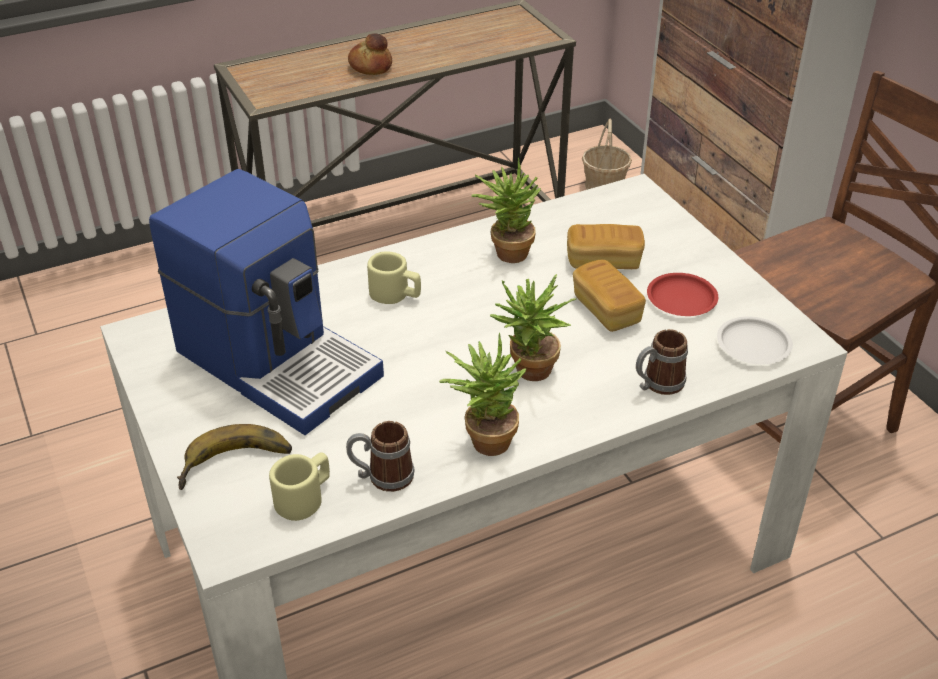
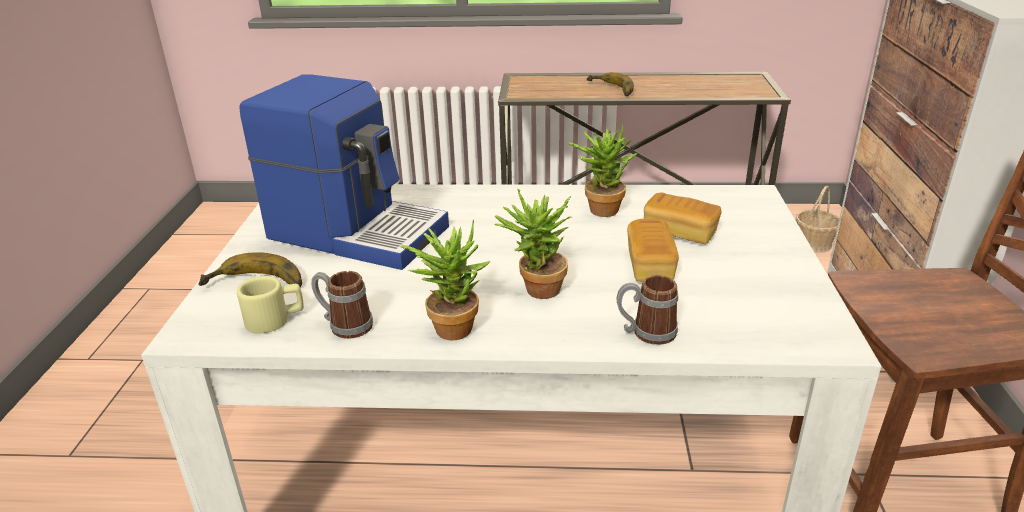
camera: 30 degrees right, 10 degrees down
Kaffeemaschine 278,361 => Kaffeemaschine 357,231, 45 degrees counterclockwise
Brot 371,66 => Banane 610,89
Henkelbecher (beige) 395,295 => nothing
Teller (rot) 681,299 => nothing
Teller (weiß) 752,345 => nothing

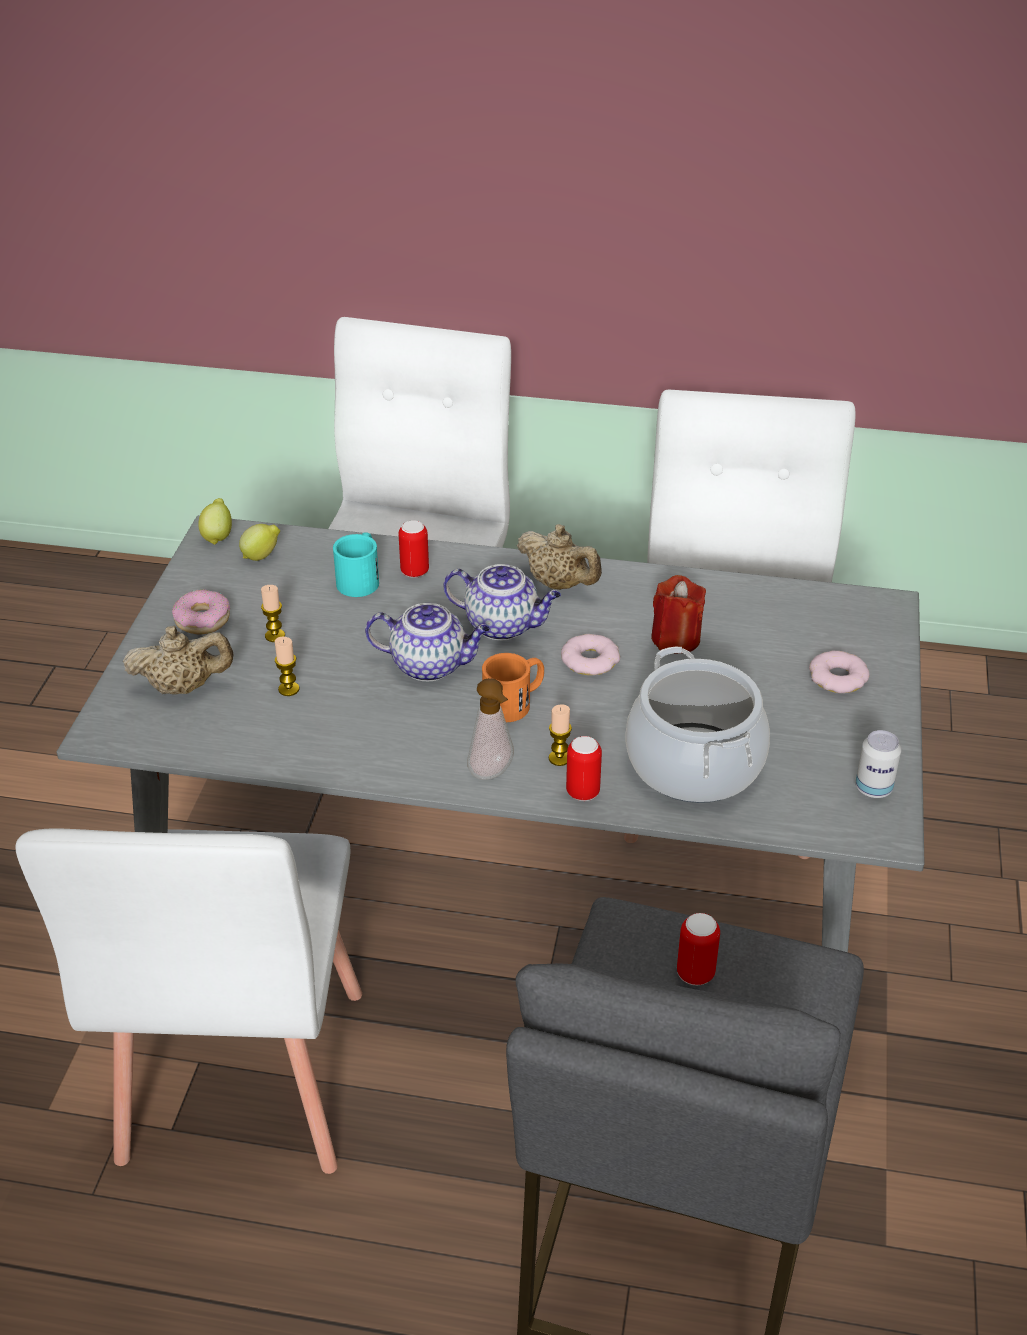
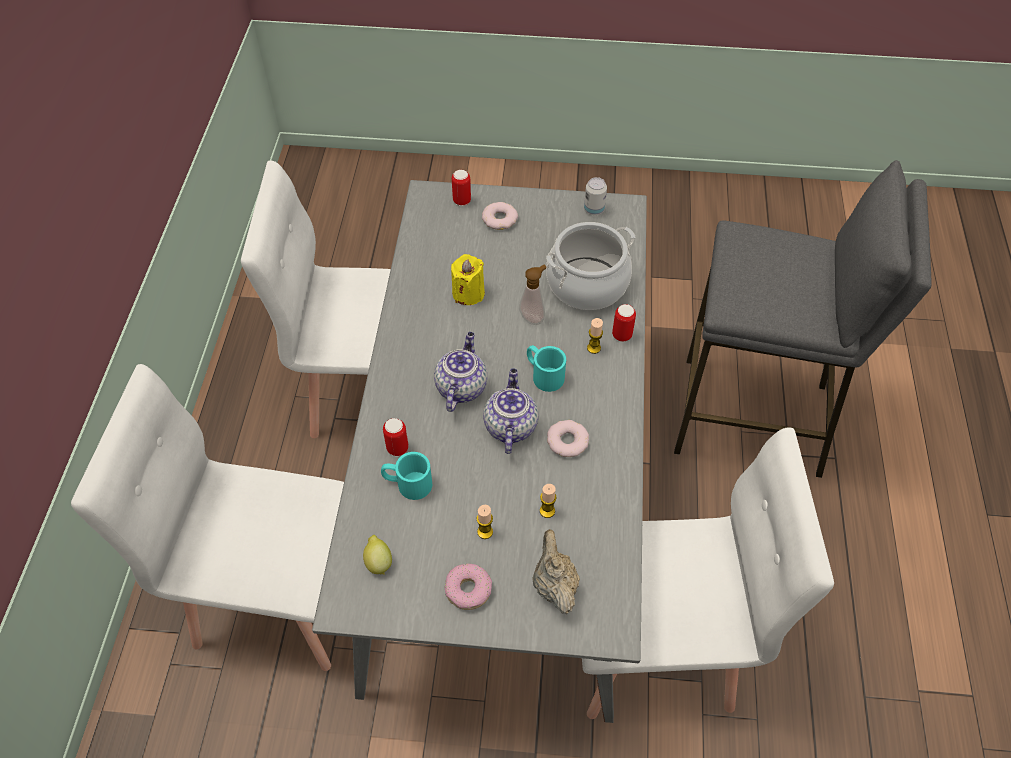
camera: 95 degrees left, 15 degrees up
Zitrone 218,536 => nothing
Seifenspender 493,774 => Seifenspender 533,317, moved
Henkelbecher (orange) 515,702 => Henkelbecher (türkis) 543,374
Teekanne (beige) 559,584 => nothing
Donut 590,660 => Donut 567,441, moved
Kerze (rot) 676,639 => Kerze (gelb) 468,293
Dose 695,973 => Dose 462,201, moved

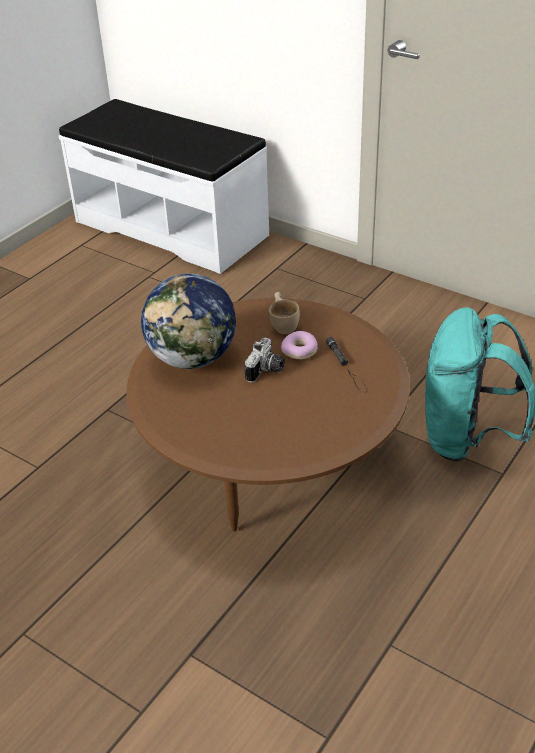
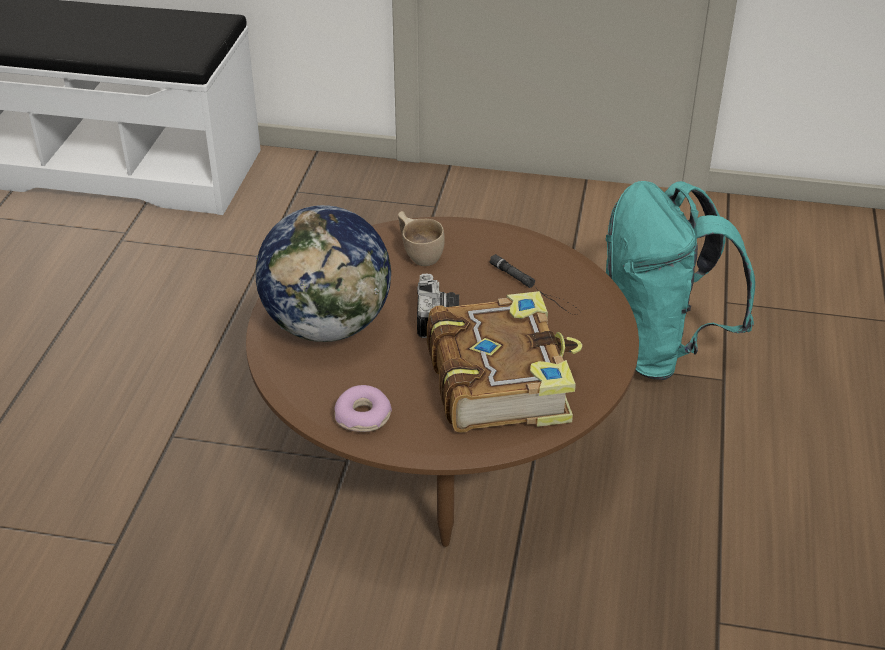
camera: 25 degrees left, 0 degrees up
Donut 300,351 => Donut 363,416, moved
nothing => Buch 500,380

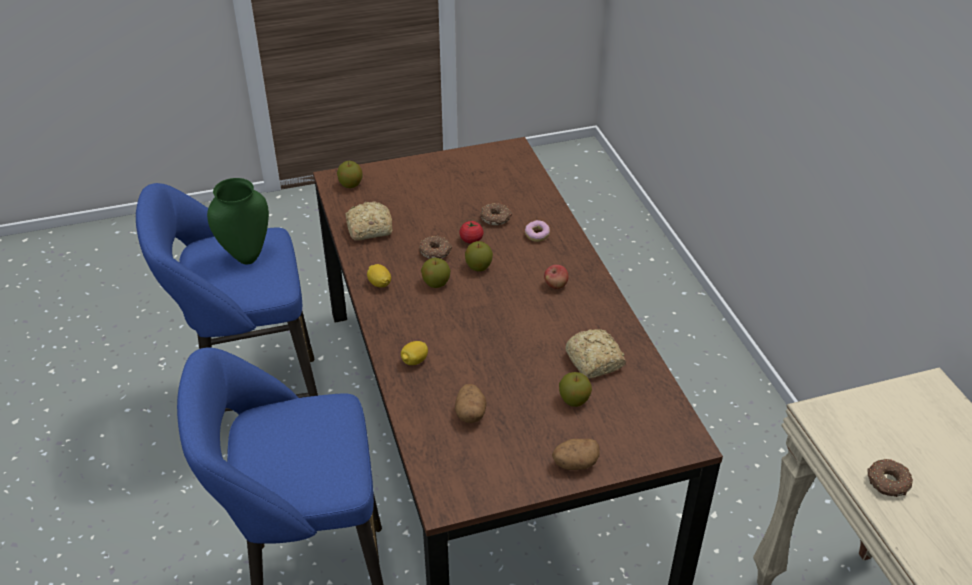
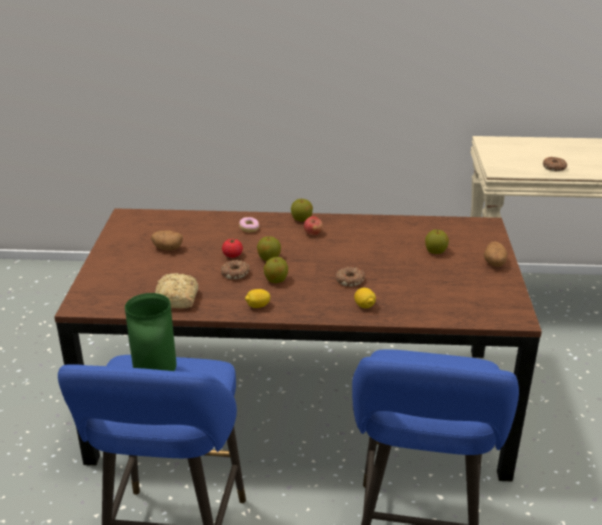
camera: 70 degrees left, 10 degrees down
Apfel 350,185 => Apfel 301,219, moved
Kartoffel 470,413 => Kartoffel 167,248, moved
Donut 496,218 => Donut 350,280, moved
Brot 594,362 => nothing

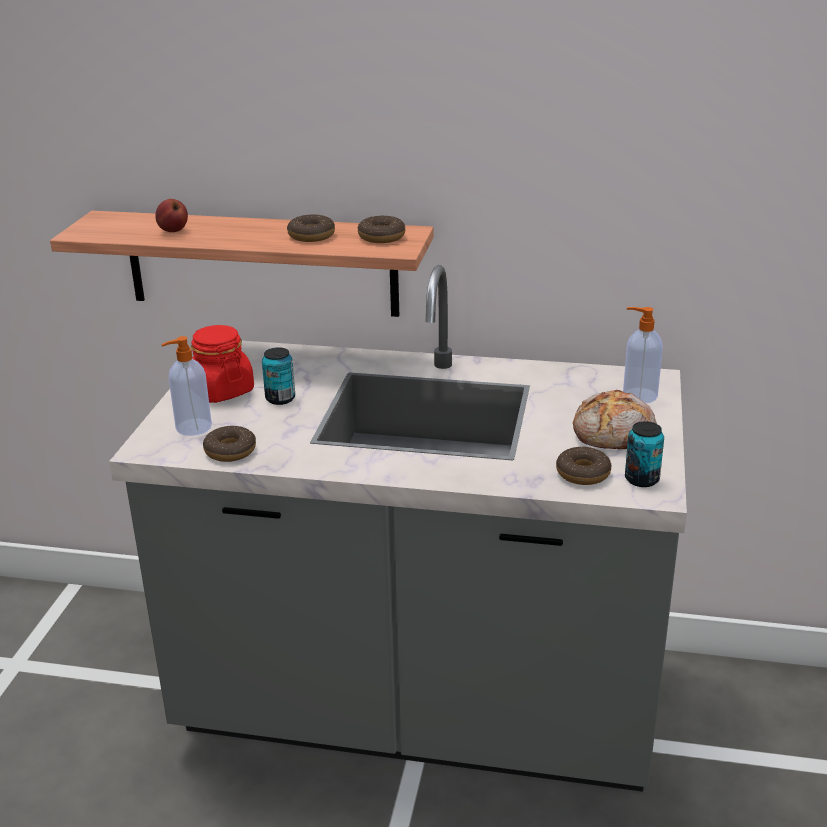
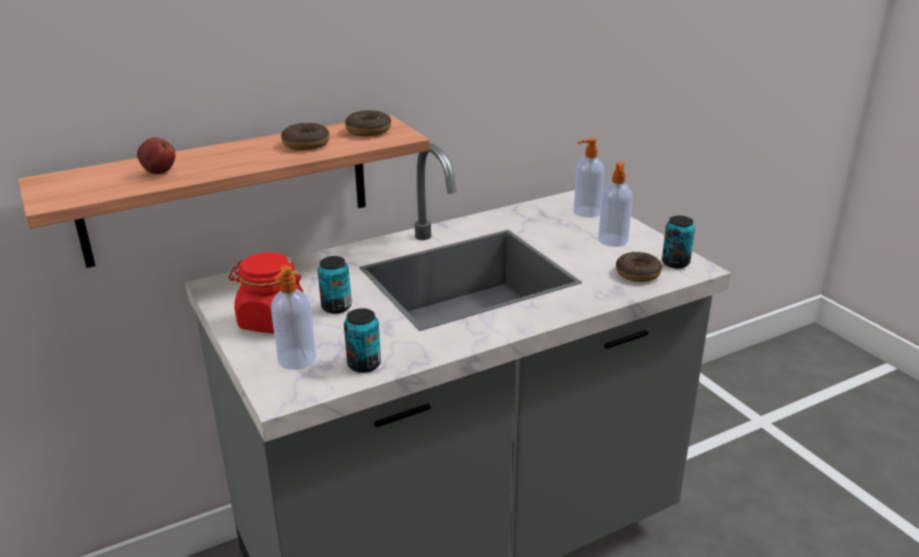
camera: 40 degrees left, 0 degrees up
Donut 230,451 => Dose 364,364
Brot 614,434 => Seifenspender 613,241

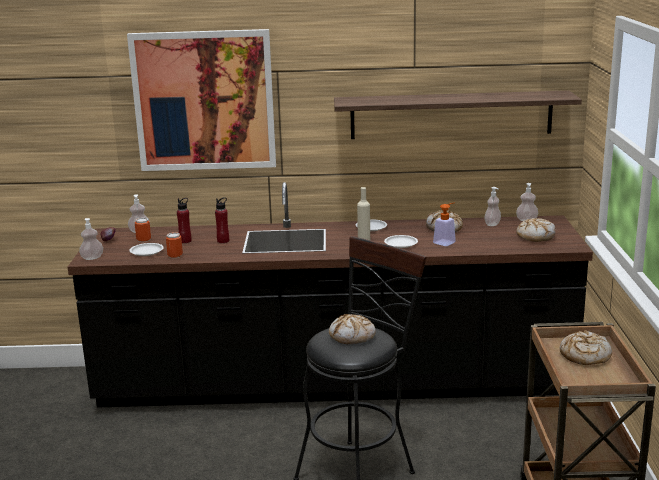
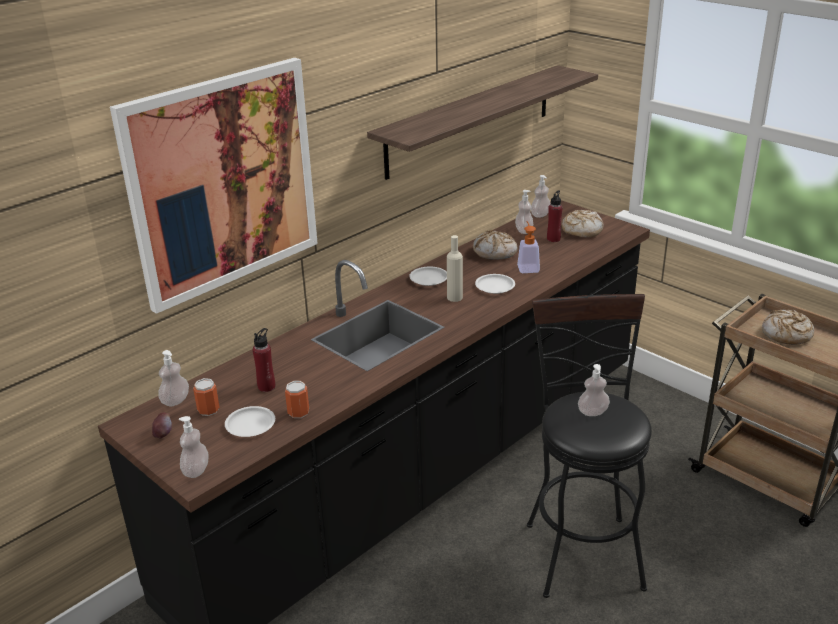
camera: 45 degrees left, 10 degrees up
Flasche (rot) 223,241 => Flasche (rot) 553,239, moved
Brot 352,336 => Seifenspender 592,412

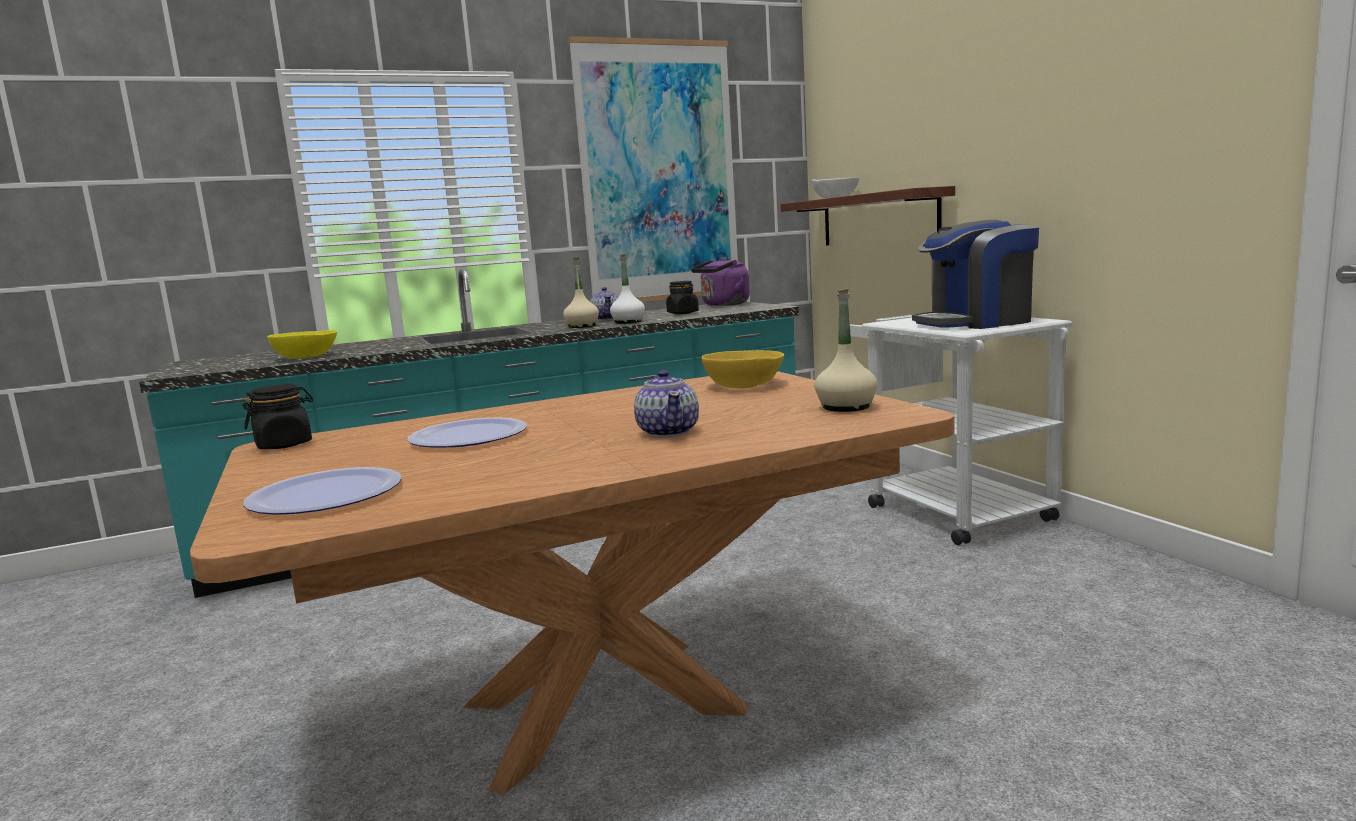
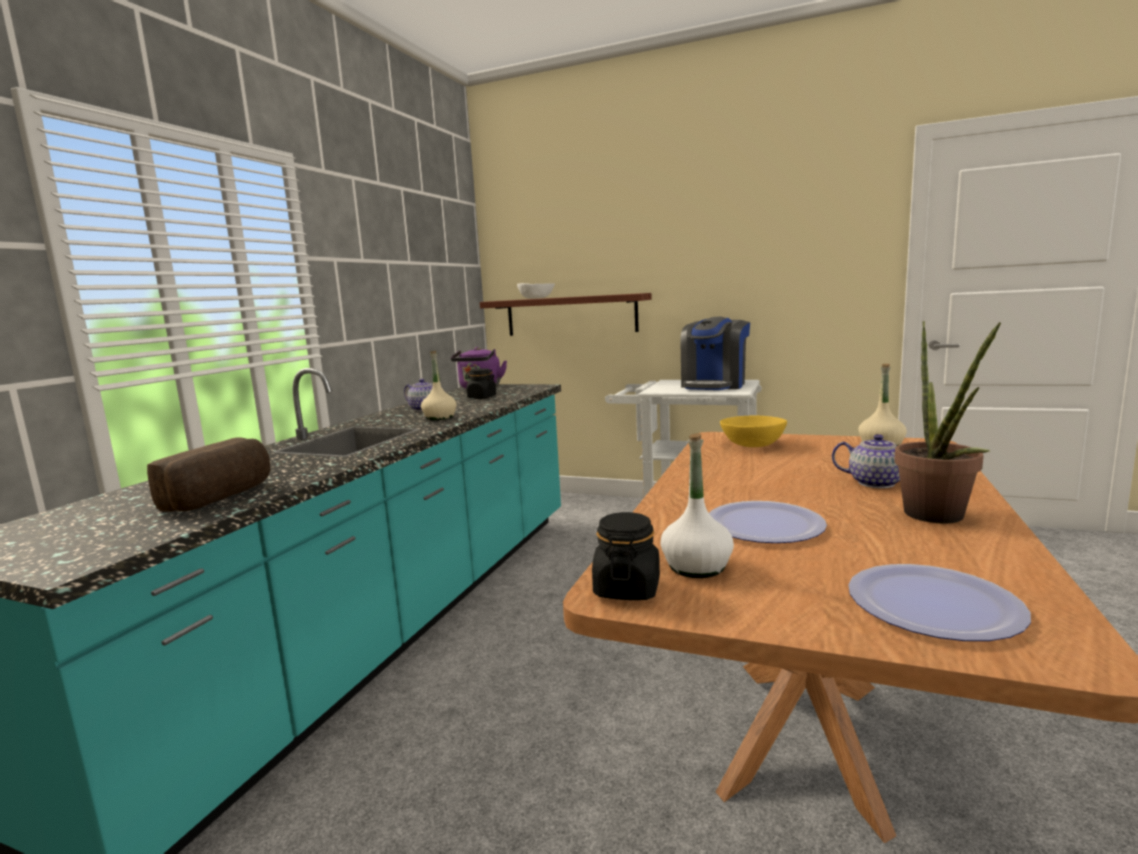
camera: 45 degrees left, 0 degrees up
Schüssel (gelb) 306,357 => Brot 222,497
Bild 658,173 => nothing
Flasche (weiß) 628,322 => Flasche (weiß) 696,567, moved
nothing => Topfpflanze 938,518

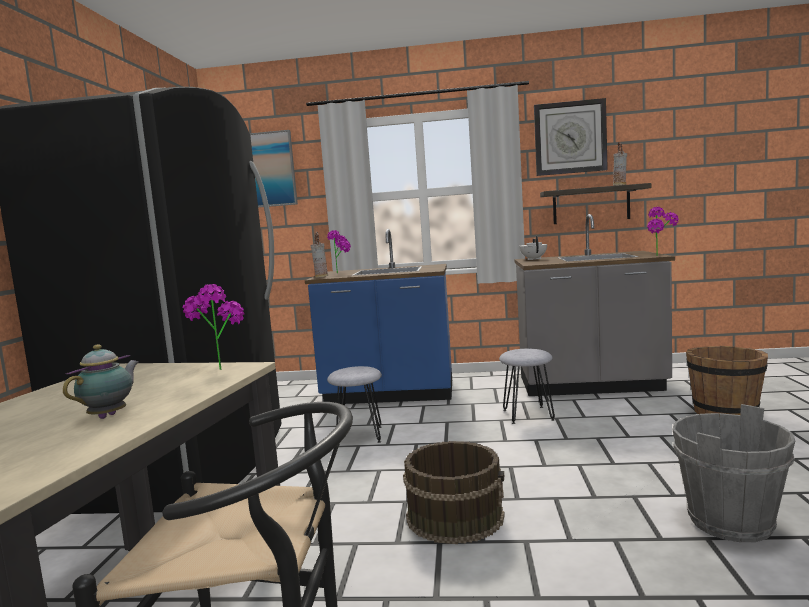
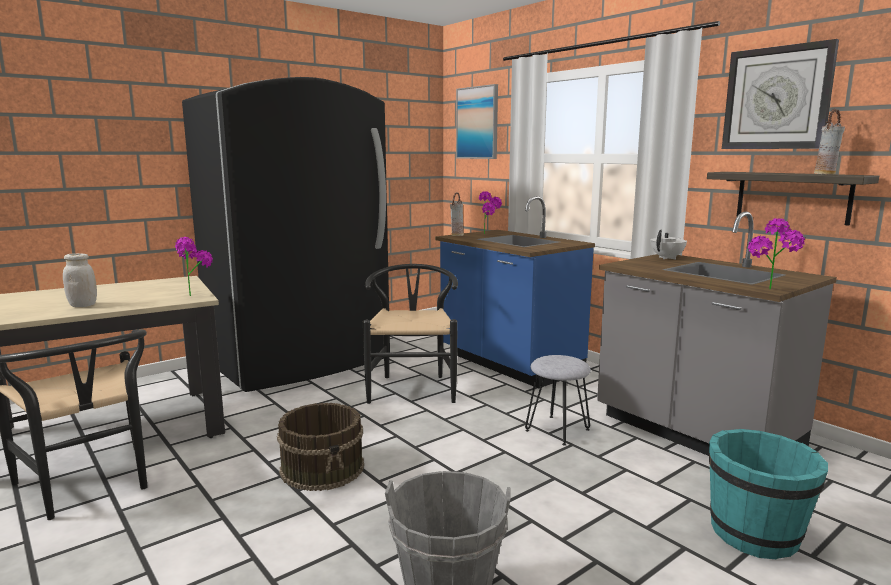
camera: 45 degrees right, 5 degrees up
Teekanne 110,415 => Vorratsglas (weiß) 83,305
Hocker (grau) 359,435 => Stuhl (schwarz) 412,386
Eimer (braun) 725,413 => Eimer (türkis) 755,534

